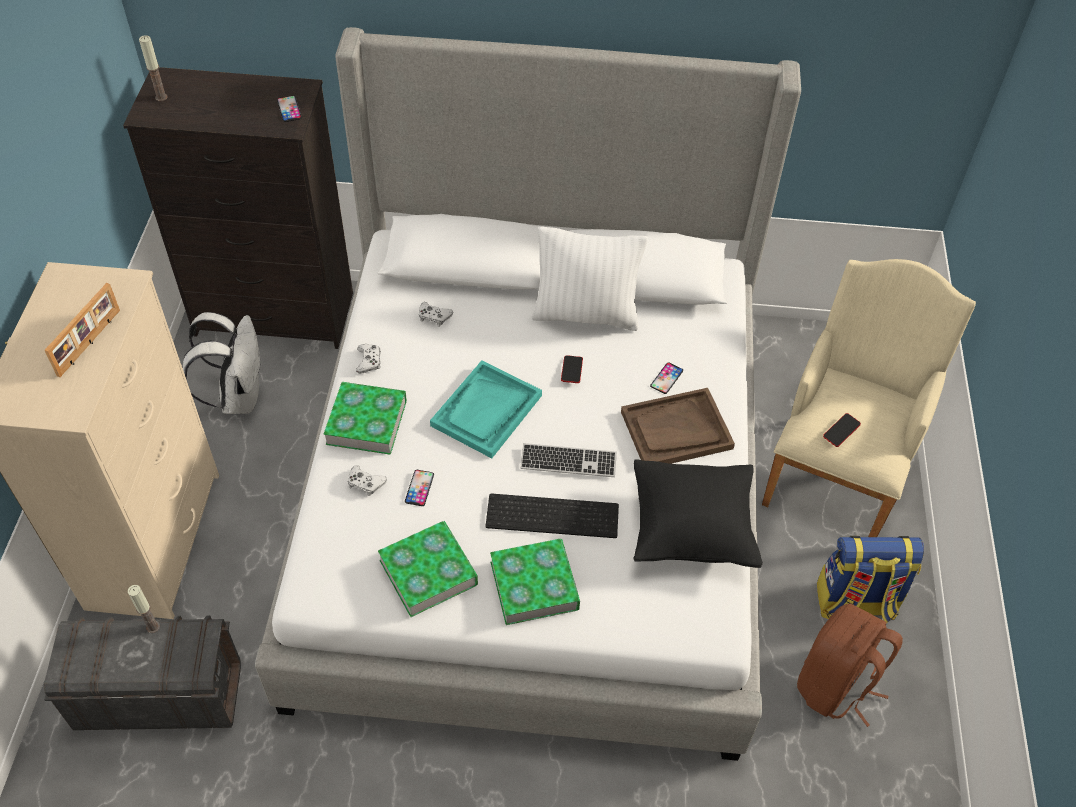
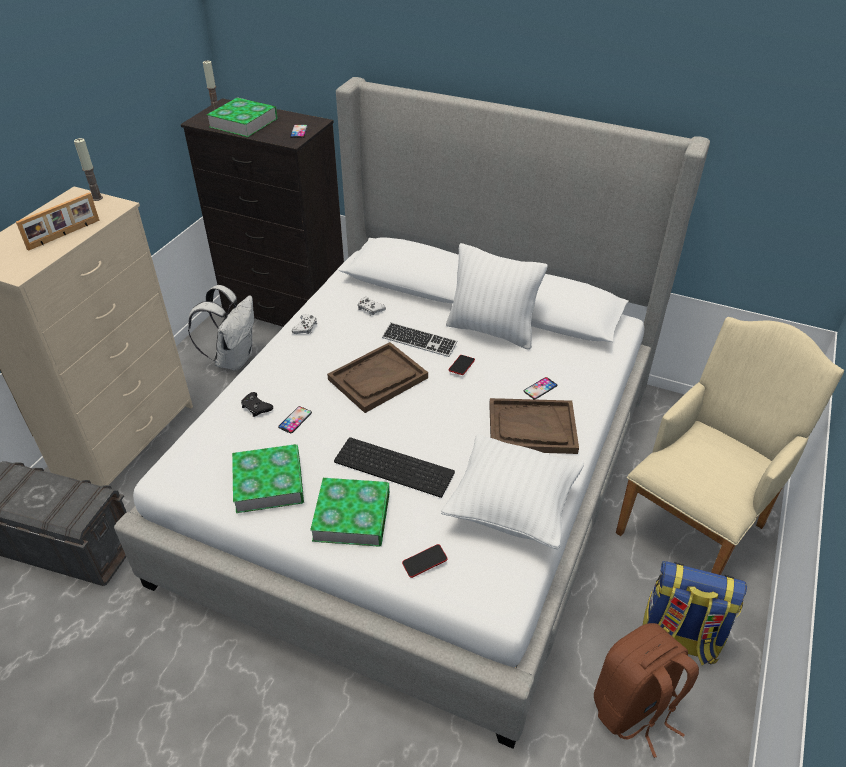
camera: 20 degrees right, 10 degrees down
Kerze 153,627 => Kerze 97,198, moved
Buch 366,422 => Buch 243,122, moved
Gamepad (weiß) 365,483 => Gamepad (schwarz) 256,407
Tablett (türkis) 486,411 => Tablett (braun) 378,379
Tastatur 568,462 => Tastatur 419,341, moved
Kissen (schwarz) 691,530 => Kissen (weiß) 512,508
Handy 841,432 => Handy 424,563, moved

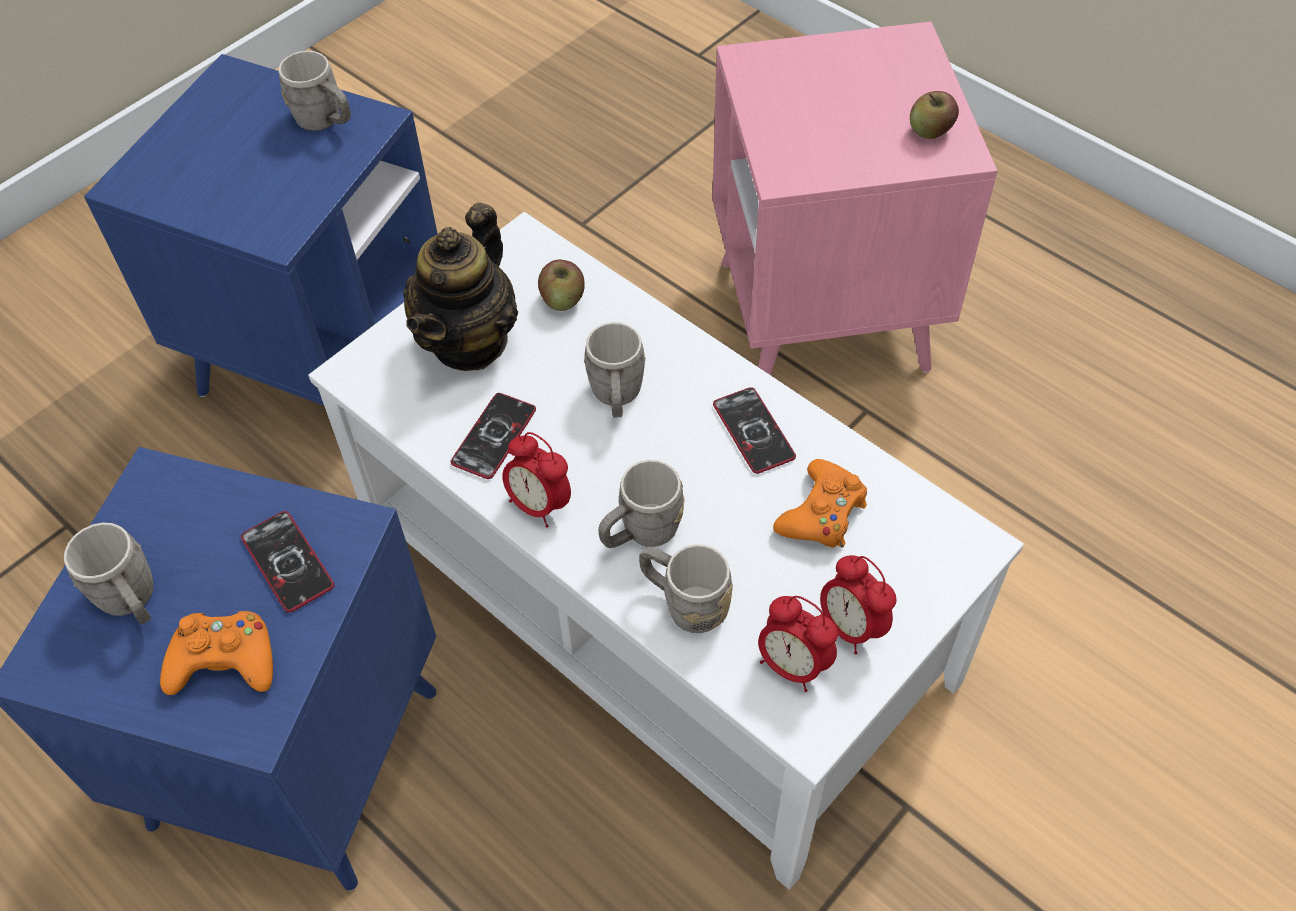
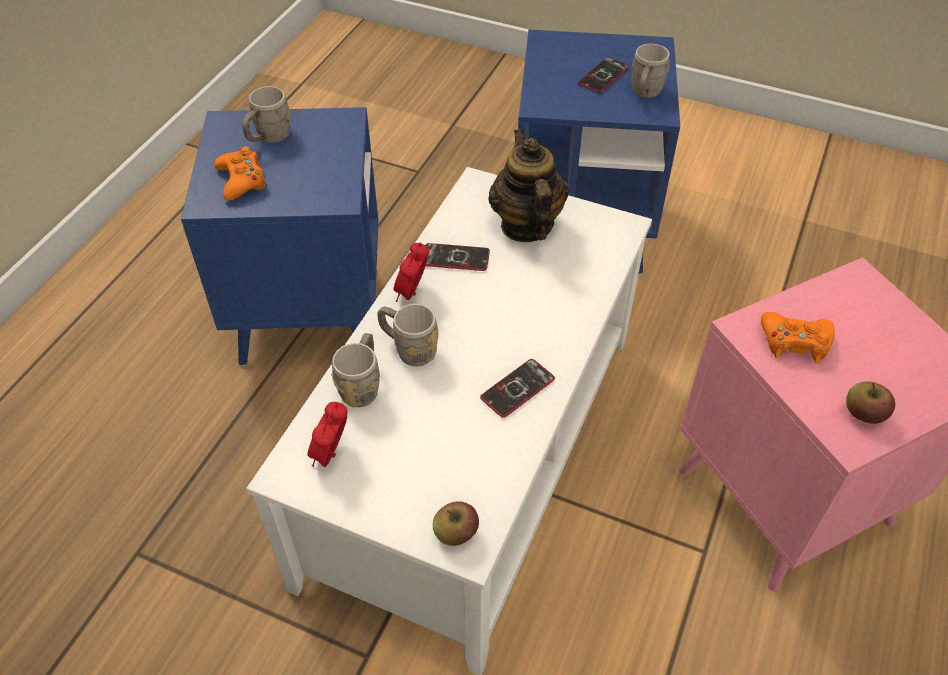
camera: 70 degrees right, 5 degrees down
Handy 287,562 => Handy 603,76, moved
Teekanne 470,340 => Teekanne 526,225, 75 degrees clockwise
Apfel 562,299 => Apfel 456,533, moved
Henkelbecher (grau) 616,398 => nothing
Gamepad (orange) 822,513 => Gamepad (orange) 795,342, moved
Wecker 851,626 => nothing

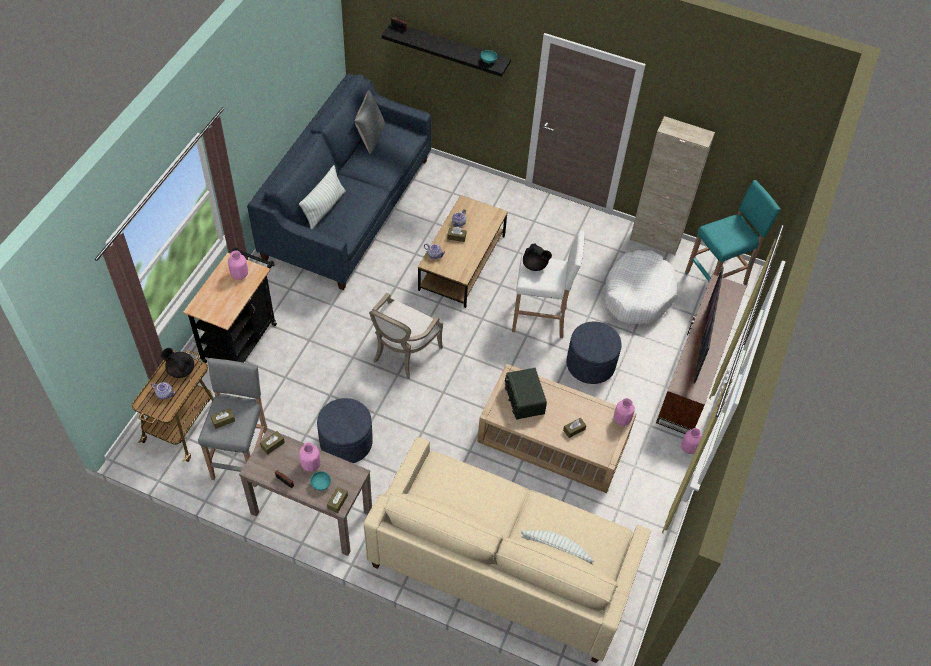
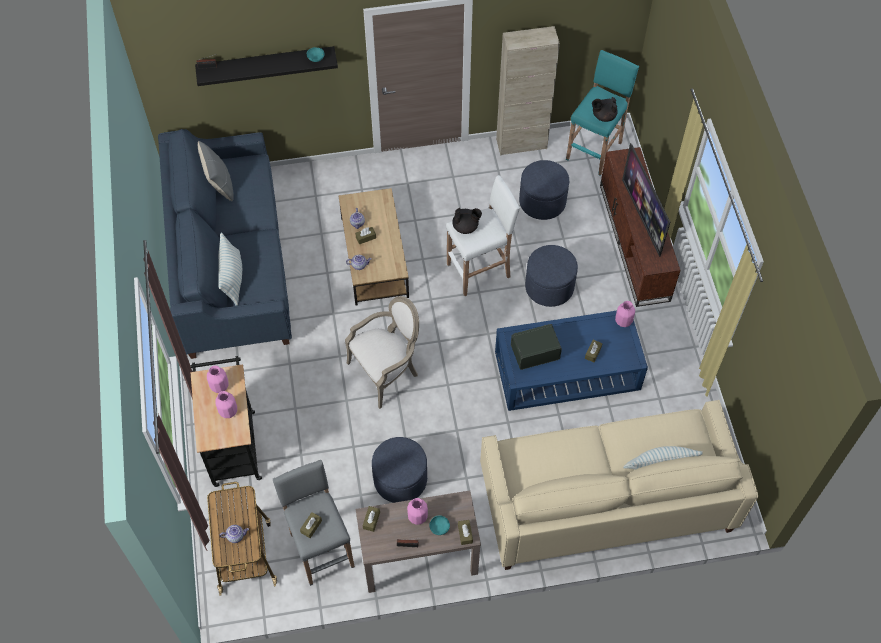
camera: 30 degrees left, 5 degrees up
Teekanne (schwarz) 180,370 => Teekanne (schwarz) 603,116, moved
Sessel 402,354 => Sessel 387,371, 120 degrees counterclockwise
Couchtisch (beige) 552,440 => Couchtisch (blau) 567,371
Radio 523,400 => Radio 534,352, 120 degrees clockwise
Hundebett (weiß) 638,294 => Polsterhocker (blau) 542,201
Vase (rosa) 689,448 => Vase (rosa) 228,411, moved

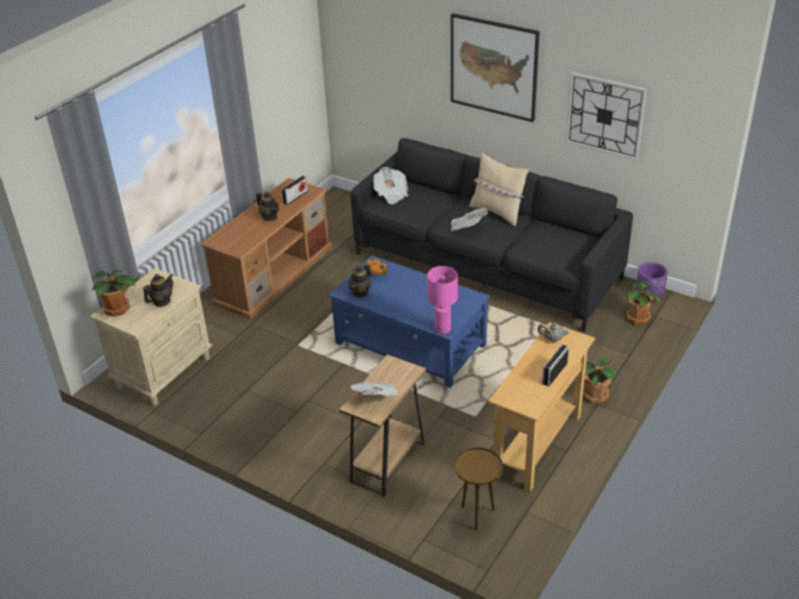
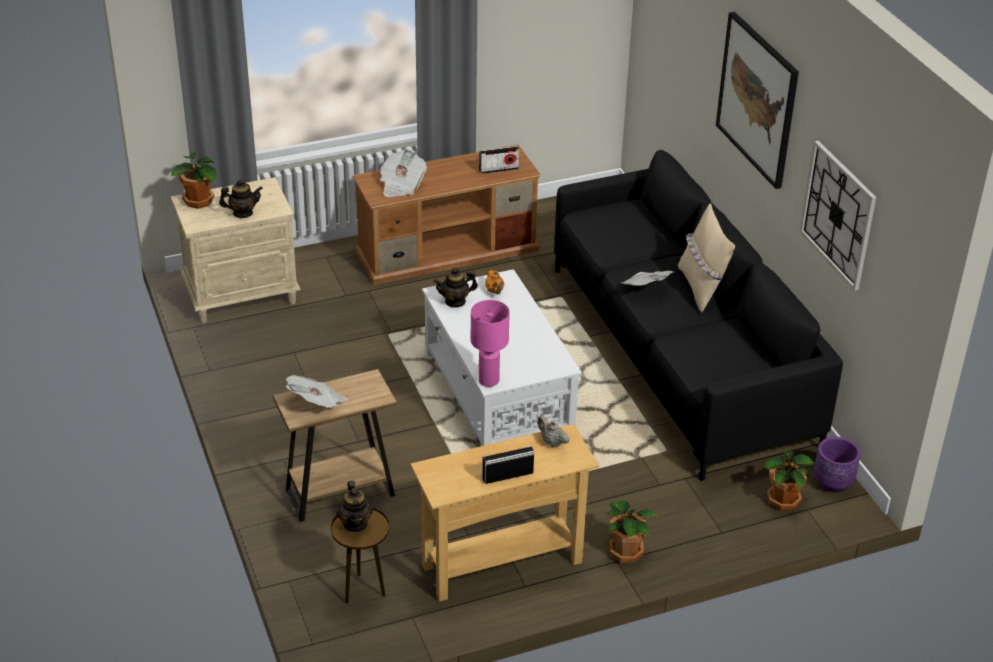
camera: 35 degrees right, 0 degrees up
Teekanne 269,217 => Teekanne 355,524, moved
Couchtisch (blau) 411,345 => Couchtisch (weiß) 497,393
Zeitung 391,194 => Zeitung 401,185, moved

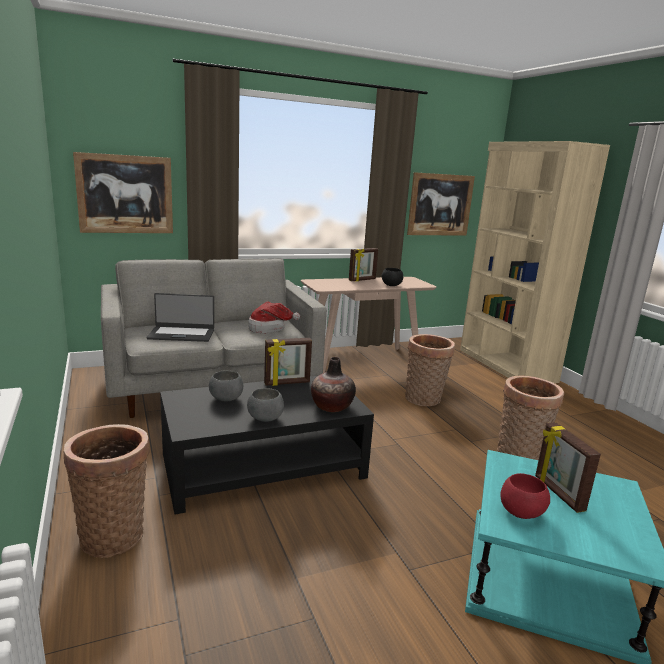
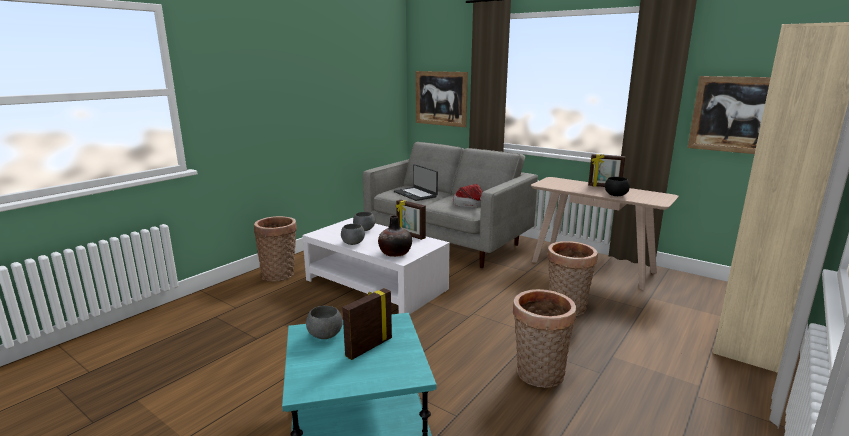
camera: 60 degrees right, 0 degrees up
Couchtisch (schwarz) 263,466 => Couchtisch (weiß) 376,285
Schüssel (rot) 521,513 => Schüssel (grau) 325,336

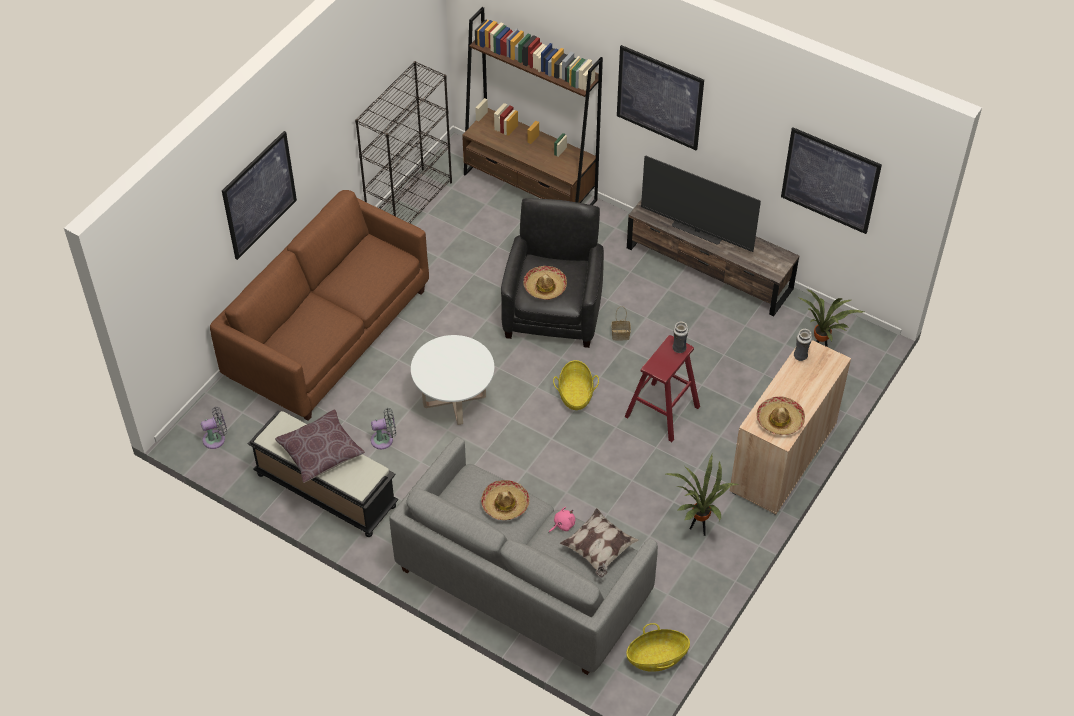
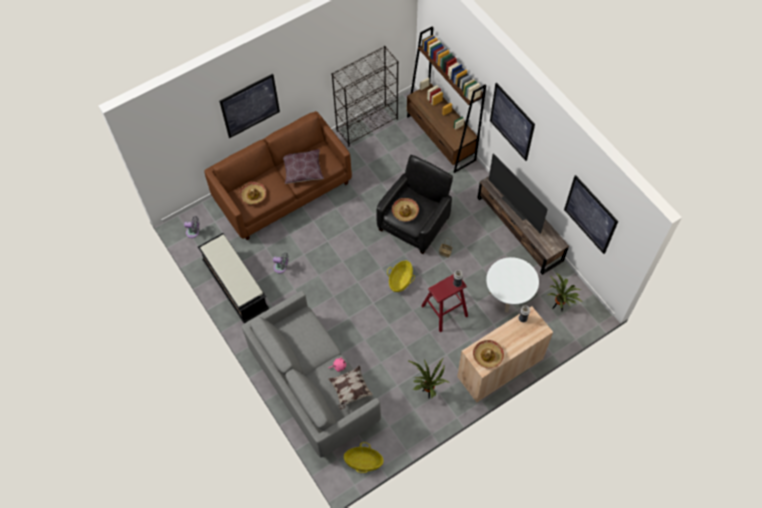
camera: 25 degrees right, 10 degrees up
Kissen (braun) 320,452 => Kissen (braun) 303,170, moved
Couchtisch (weiß) 454,401 => Couchtisch (weiß) 508,295, moved
Hut 505,504 => Hut 253,195, moved

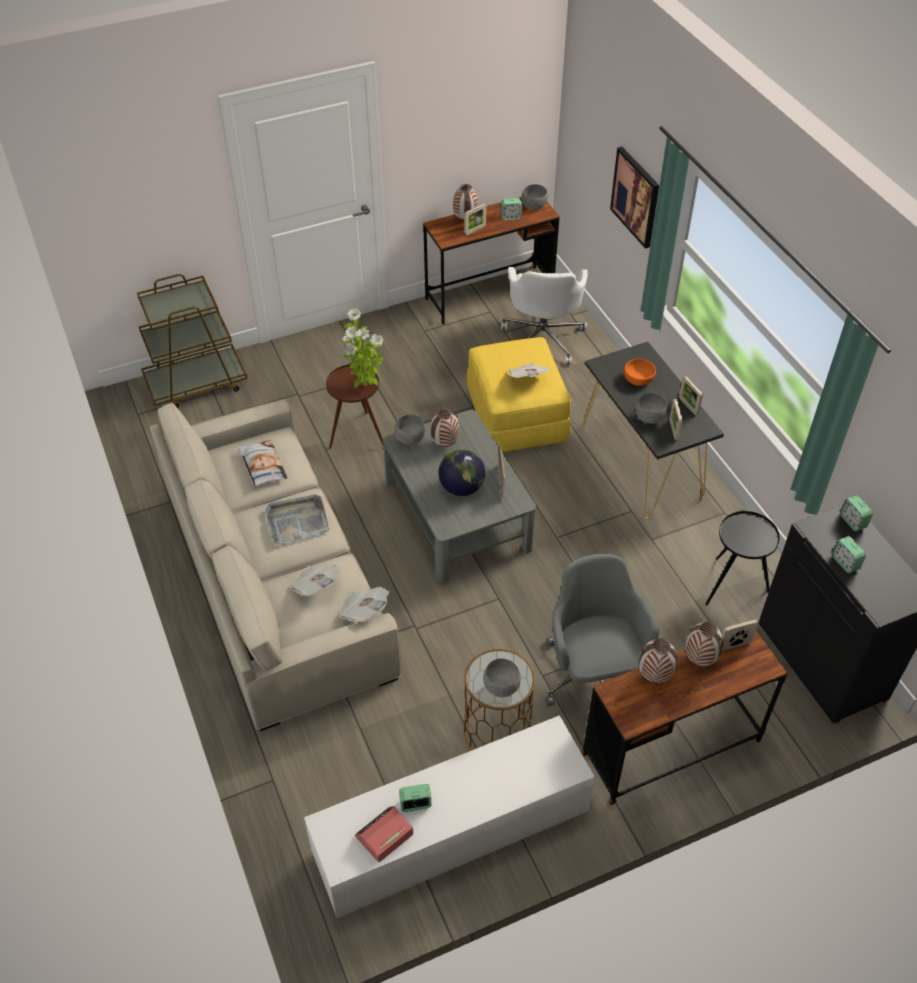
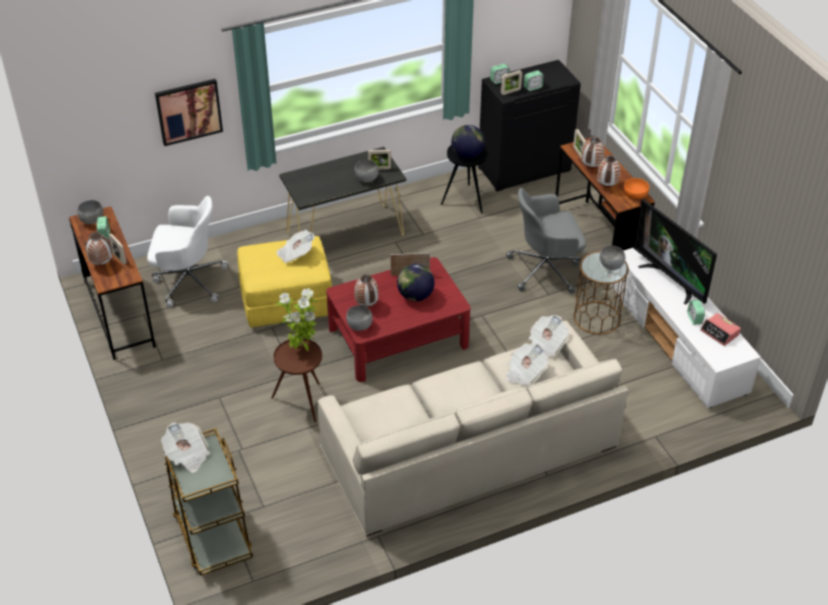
camera: 90 degrees left, 5 degrees down
Kissen 262,466 => nothing
Tablett (grau) 296,522 => nothing
Couchtisch (grau) 457,515 => Couchtisch (rot) 398,337
Schüssel (orange) 638,379 => Schüssel (orange) 635,194, moved
Bilderrahmen 688,406 => Bilderrahmen 510,92, moved
nothing => Zeitung 187,455
nothing => Globus 467,155
nothing => Fernseher 670,280

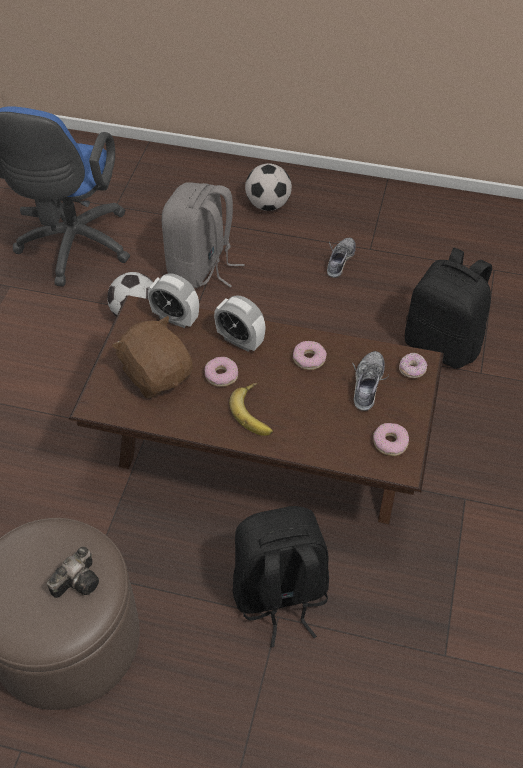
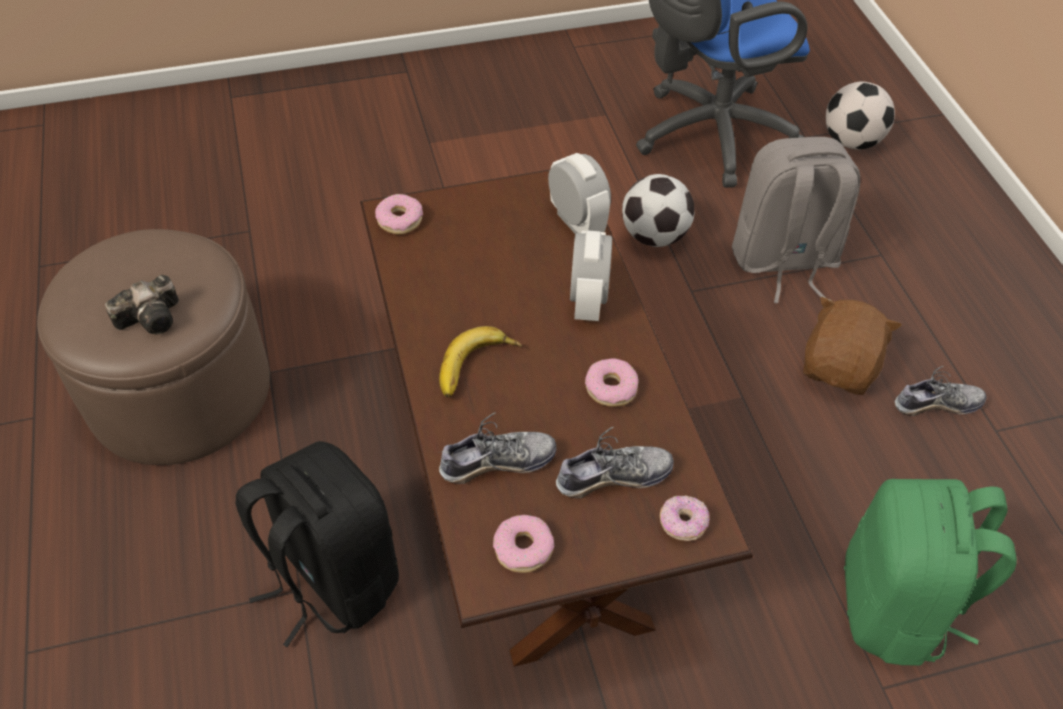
camera: 60 degrees right, 0 degrees up
Kamera 79,579 => Kamera 154,317, 45 degrees counterclockwise
Plüschtier (braun) 157,374 => Plüschtier (braun) 840,367, moved
Wecker 175,318 => Wecker 576,222, 150 degrees clockwise
Donut 221,375 => Donut 400,220, moved
Fußball 268,205 => Fußball 851,141, moved
Rucksack (schwarz) 443,344 => Rucksack (grün) 894,607
nothing => Schuh 497,462

